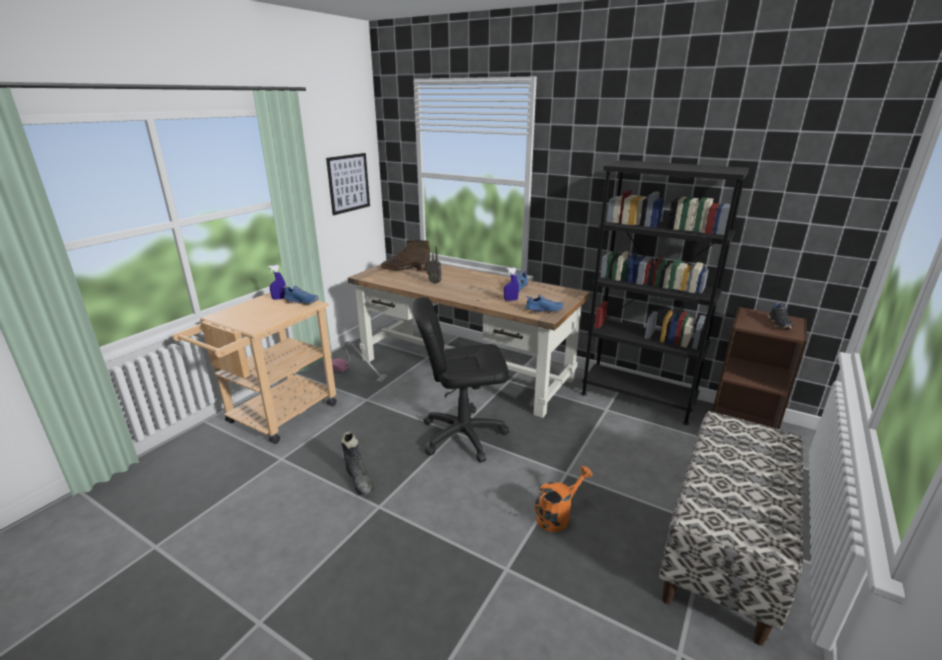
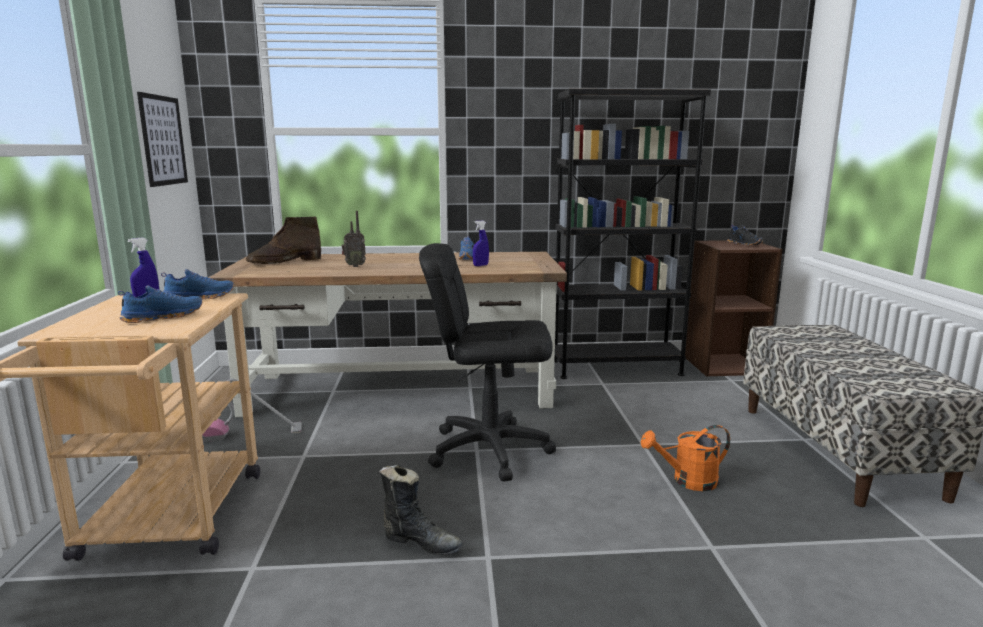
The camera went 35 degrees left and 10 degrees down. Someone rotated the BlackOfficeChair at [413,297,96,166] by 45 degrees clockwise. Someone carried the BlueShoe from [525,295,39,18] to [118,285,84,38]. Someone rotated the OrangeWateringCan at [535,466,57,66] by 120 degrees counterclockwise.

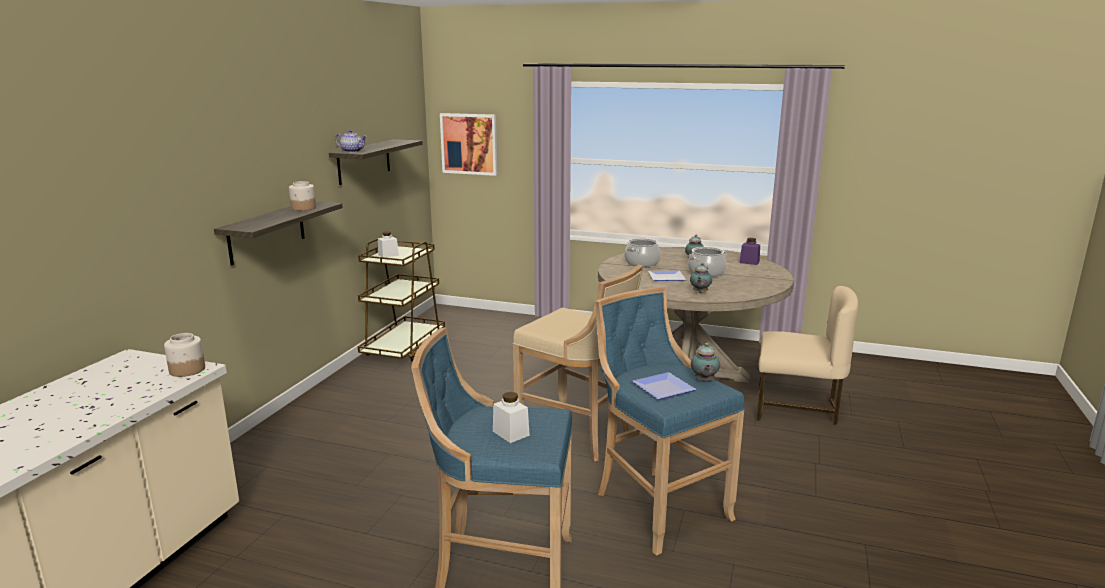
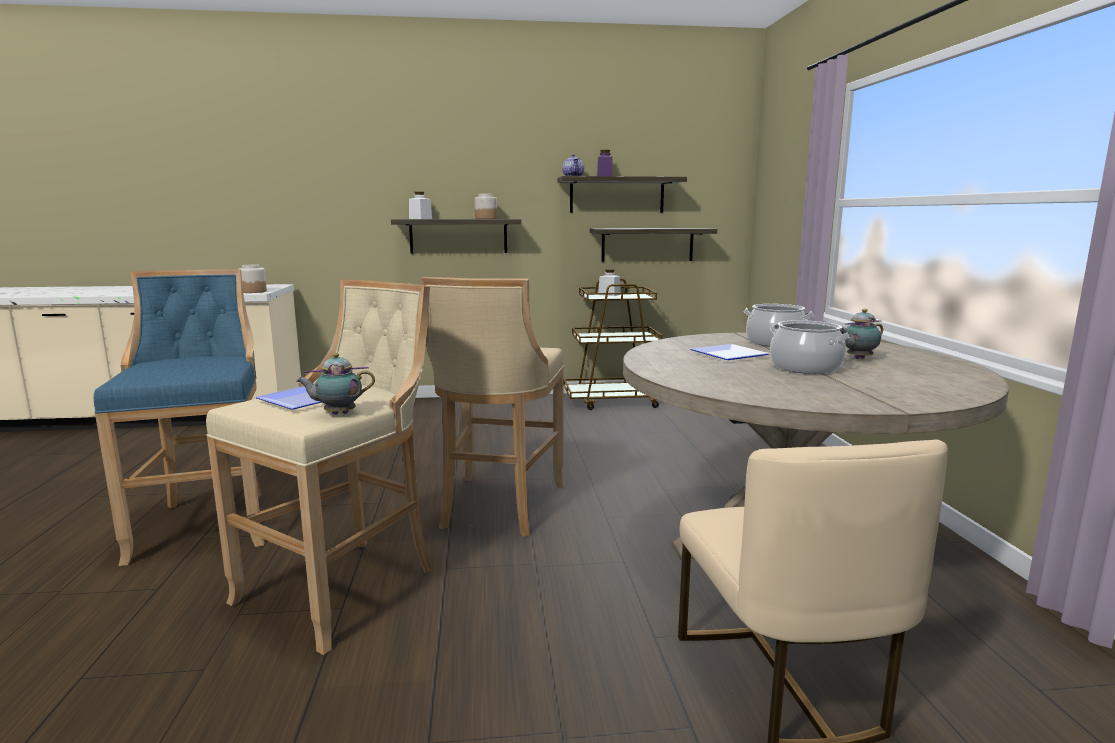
The camera went 65 degrees right and 5 degrees down. Someone took away the Picture at [440,113,57,63]. Someone carried the WhiteJar from [493,392,37,51] to [409,192,23,27]. Someone repainted the BlueStool at [595,287,150,269], which became the BeigeStool at [206,280,226,375]. Someone took away the Teapot at [690,263,22,30]. Someone carried the PurpleJar from [739,238,21,27] to [597,150,16,26]. Someone put up the Shelf at [590,228,127,34].

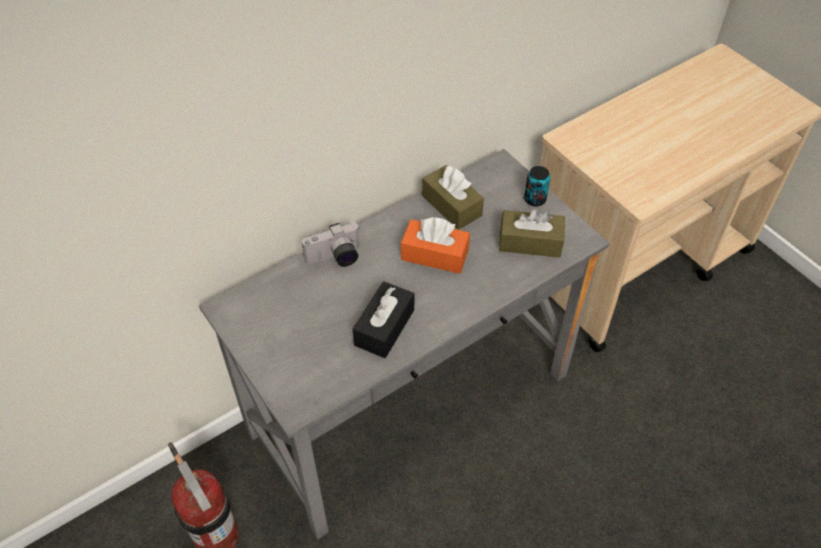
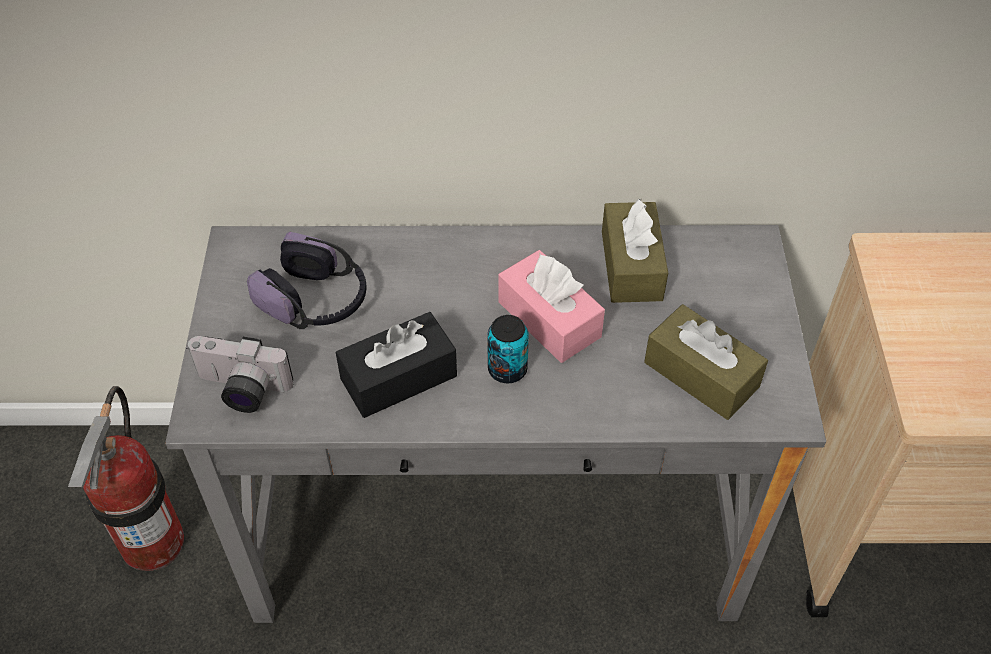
The camera went 35 degrees right and 0 degrees up. Someone carried the PhotoCamera from [302,222,58,45] to [186,336,107,77]. Someone repainted the OrangeTissueBox at [401,217,69,57], which became the PinkTissueBox at [498,250,107,113]. Someone carried the Can from [524,166,26,40] to [487,315,42,68]. Someone put down the Headphones at [247,232,119,97].

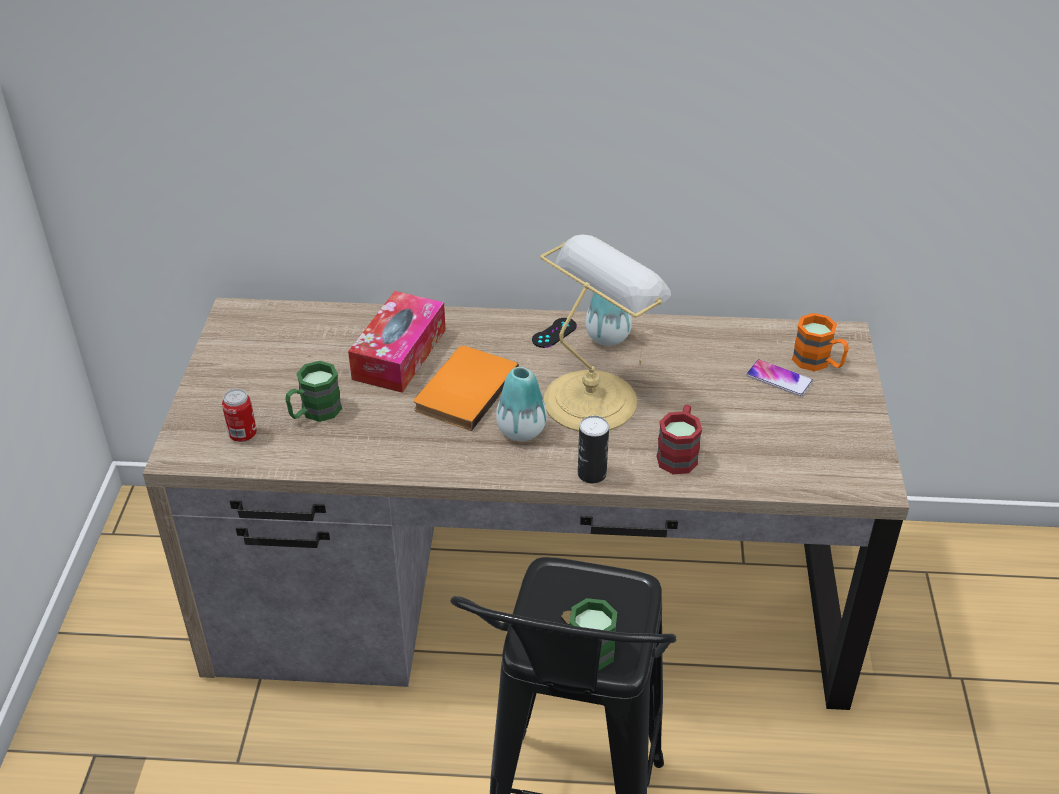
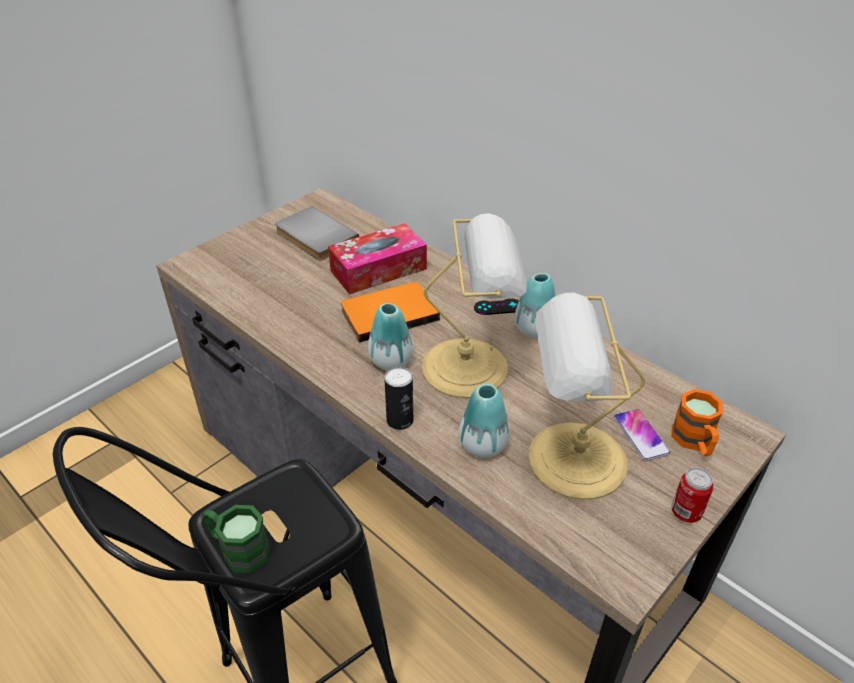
The camera went 40 degrees right and 0 degrees up. Someone carried the Can from [222,389,35,53] to [671,467,43,56]. Someone took away the GreenMug at [285,361,57,61]. Someone swapped the RedMug at [656,405,46,69] for the Vase at [459,383,51,75]. Someone put down the GreyBook at [275,206,84,55]. Someone put down the TableLamp at [529,293,116,207].

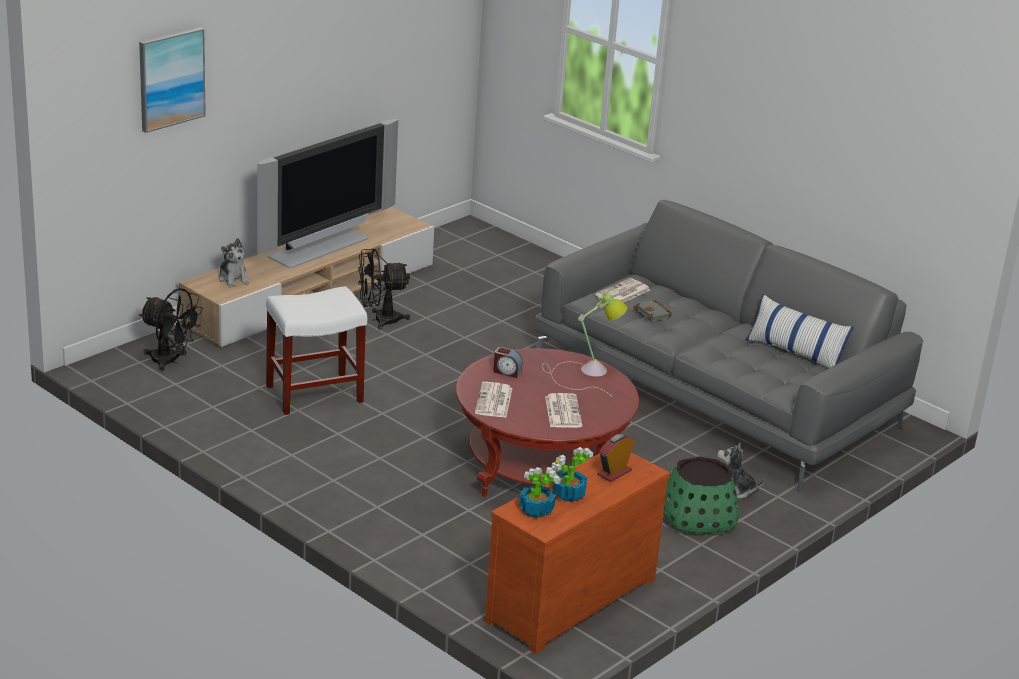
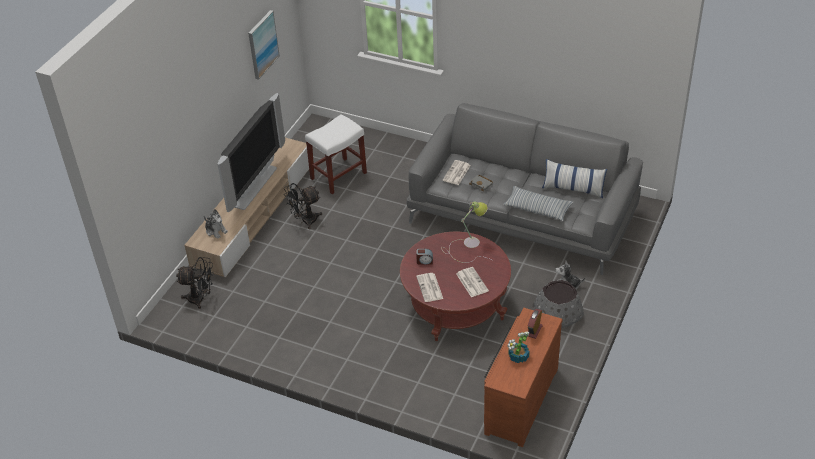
The camera went 15 degrees left and 15 degrees up. Someone carried the Picture from [139,27,67,106] to [248,10,32,70]. Someone carried the WhiteStool from [266,286,101,129] to [305,114,62,80]. Someone took away the PottedPlant at [519,467,42,51]. Someone repainted the GreenPlanter at [663,456,76,78], which became the GreyPlanter at [534,280,50,48]. Someone put down the Pillow at [503,186,71,35].

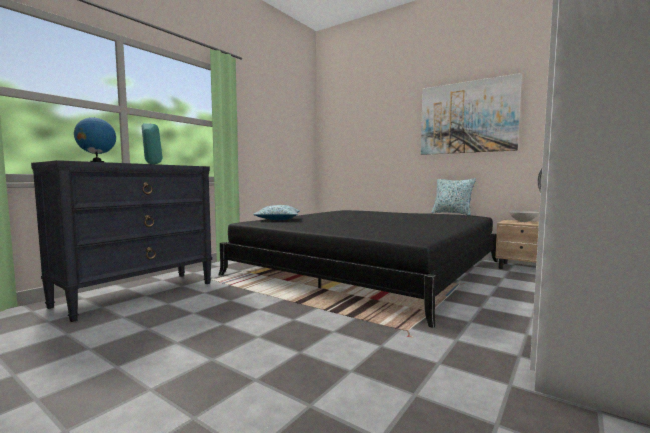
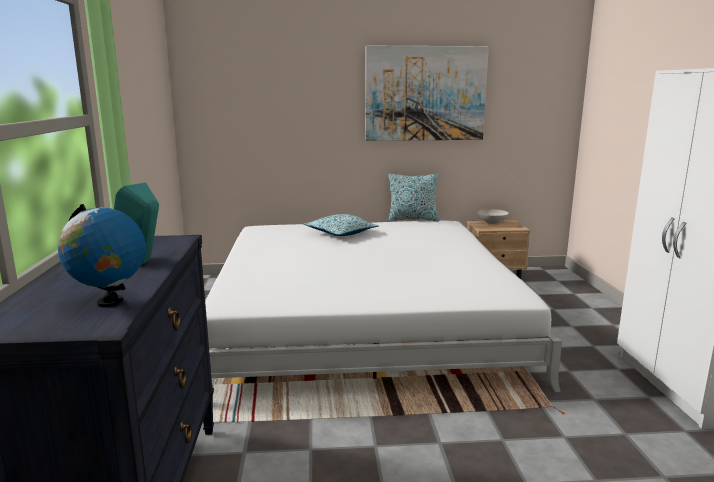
The camera went 40 degrees left and 10 degrees up. Someone repainted the BlackBed at [218,210,280,118], which became the WhiteBed at [205,221,357,172]. Someone carried the Pillow from [253,205,47,15] to [304,214,75,22].

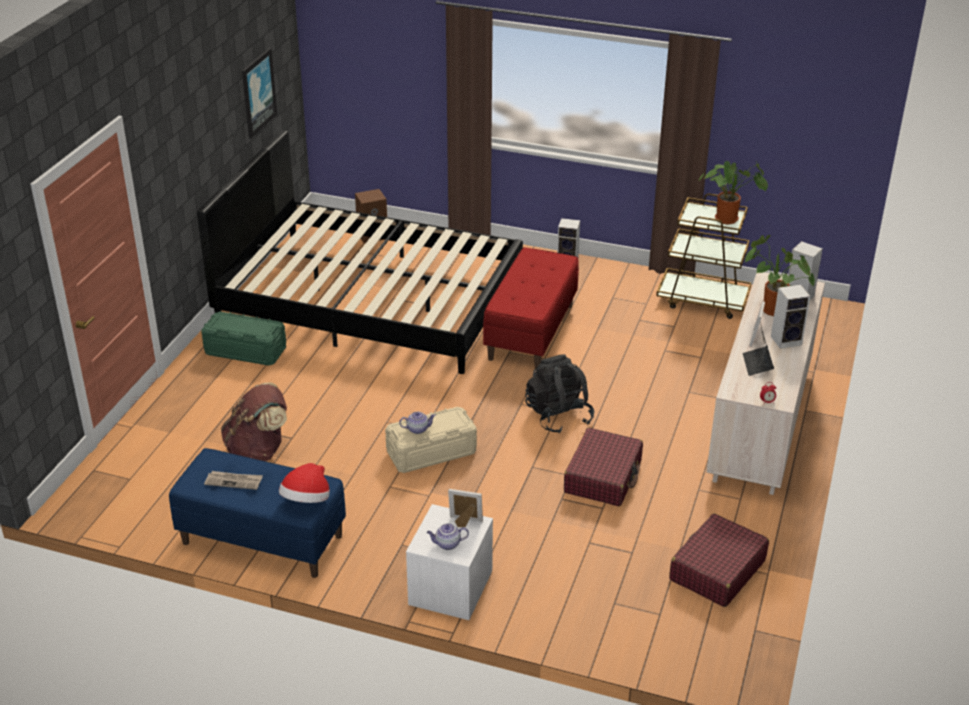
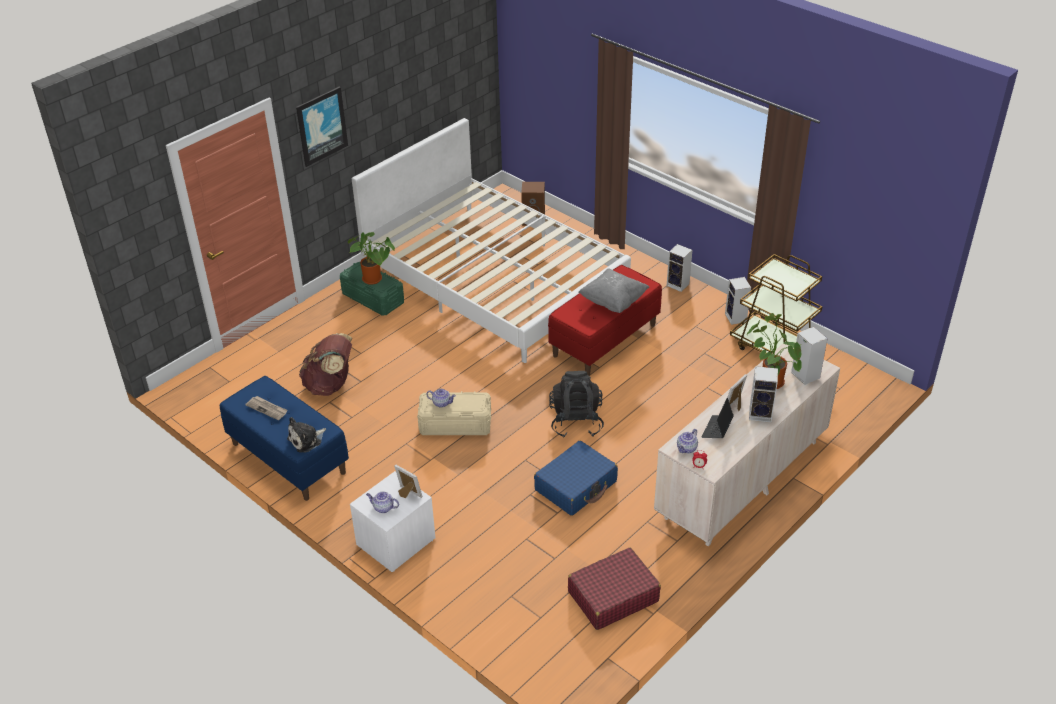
The camera went 25 degrees right and 5 degrees up. Someone repainted the BlackBed at [197,130,326,244], which became the WhiteBed at [352,118,279,245]. Someone carried the Picture from [242,48,35,91] to [296,86,52,81]. Someone swapped the Hat at [279,463,51,40] for the PlushToy at [287,417,39,36]. Someone repainted the RedSuitcase at [564,428,79,78], which became the BlueSuitcase at [534,441,84,75]. Someone carried the PottedPlant from [698,161,70,63] to [348,232,47,53]. Someone put down the GreyPillow at [579,268,70,45]. Someone put down the Teapot at [677,429,21,24]. Someone put down the Speaker at [725,277,26,48].

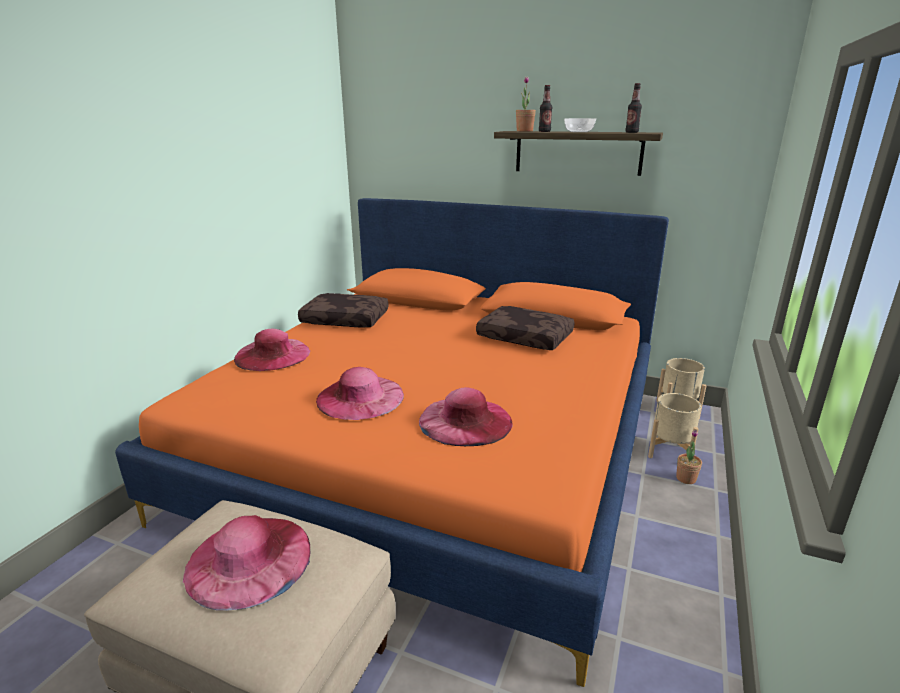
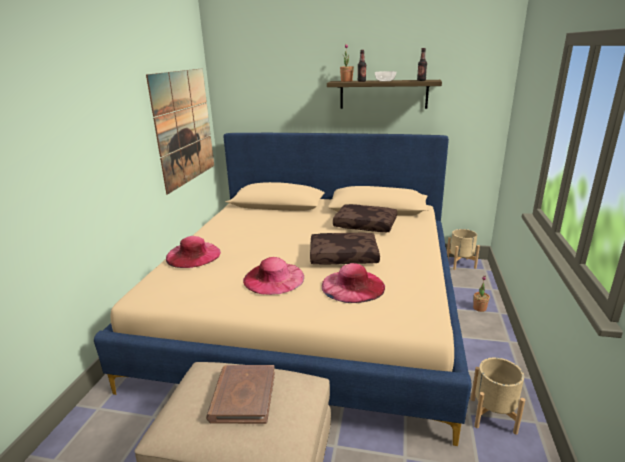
The camera went 10 degrees left and 0 degrees up. Someone repainted the OrangeBed at [115,198,554,489], which became the BeigeBed at [94,133,378,313]. Someone swapped the PinkHat at [183,515,128,96] for the BrownBook at [206,365,69,59]. Someone carried the BrownPillow from [298,293,91,35] to [310,233,70,32]. Someone carried the BeigePlanter from [648,393,54,65] to [471,357,54,78]. Someone put up the Picture at [146,68,68,126].

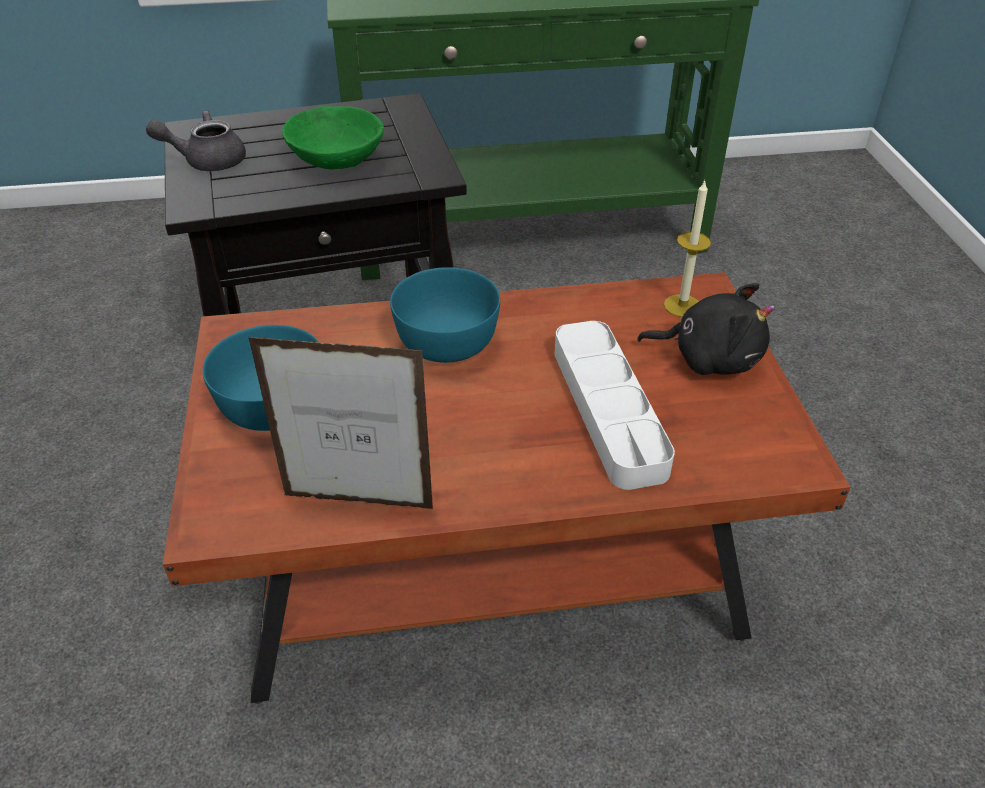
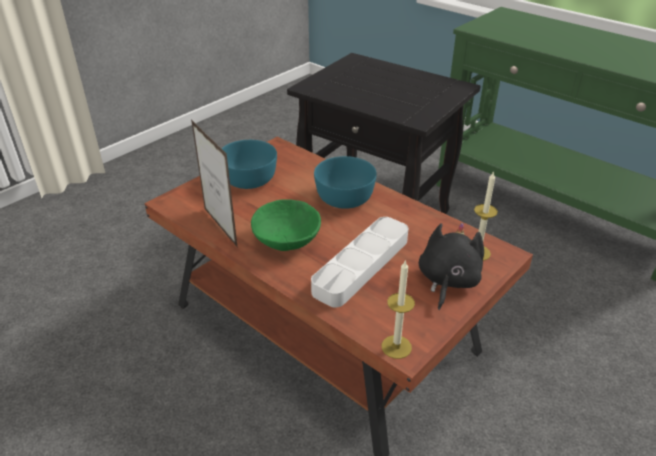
The camera went 50 degrees right and 5 degrees down. Someone took away the GreyTeapot at [146,111,100,60]. Someone carried the GreenBowl from [282,106,102,64] to [251,199,70,52]. Someone rotated the BlackPlushToy at [637,283,138,92] by 135 degrees counterclockwise. Someone put down the Candle at [381,260,34,99].

